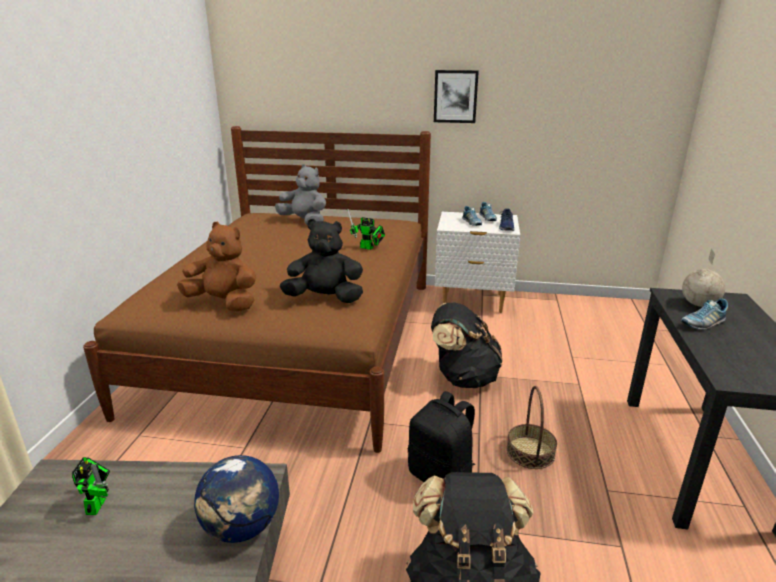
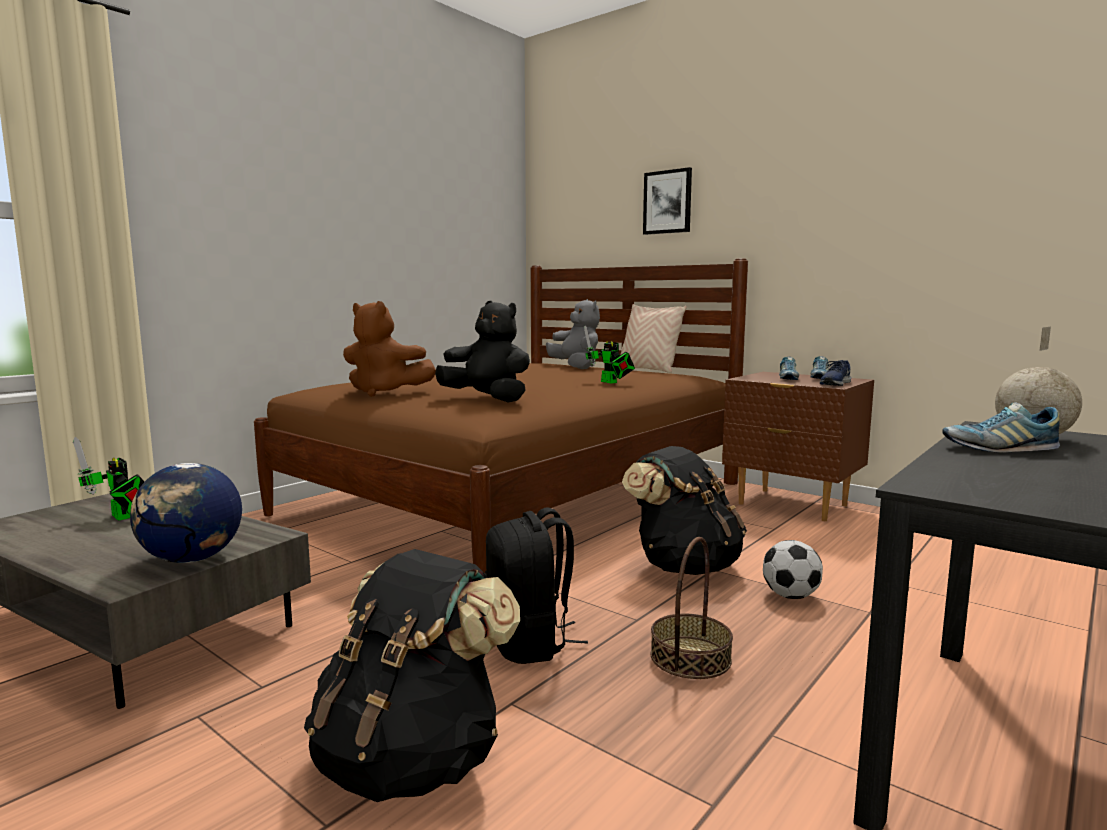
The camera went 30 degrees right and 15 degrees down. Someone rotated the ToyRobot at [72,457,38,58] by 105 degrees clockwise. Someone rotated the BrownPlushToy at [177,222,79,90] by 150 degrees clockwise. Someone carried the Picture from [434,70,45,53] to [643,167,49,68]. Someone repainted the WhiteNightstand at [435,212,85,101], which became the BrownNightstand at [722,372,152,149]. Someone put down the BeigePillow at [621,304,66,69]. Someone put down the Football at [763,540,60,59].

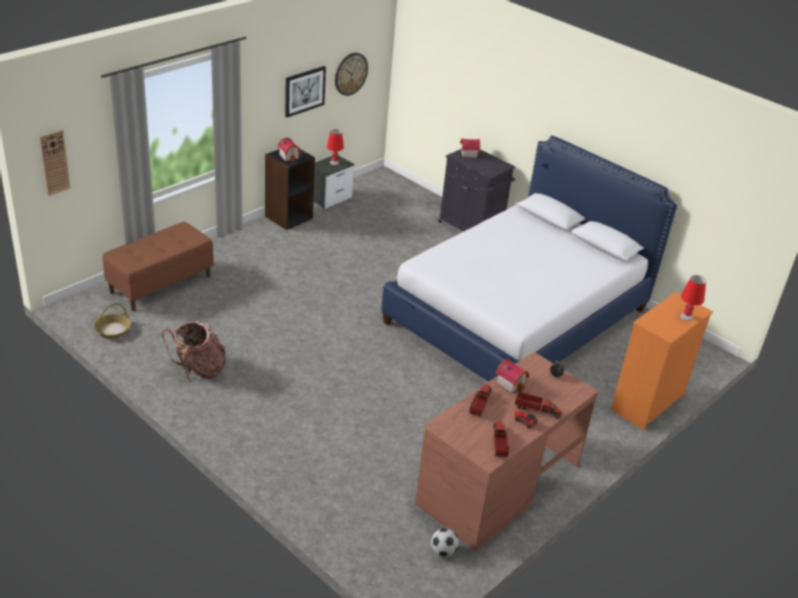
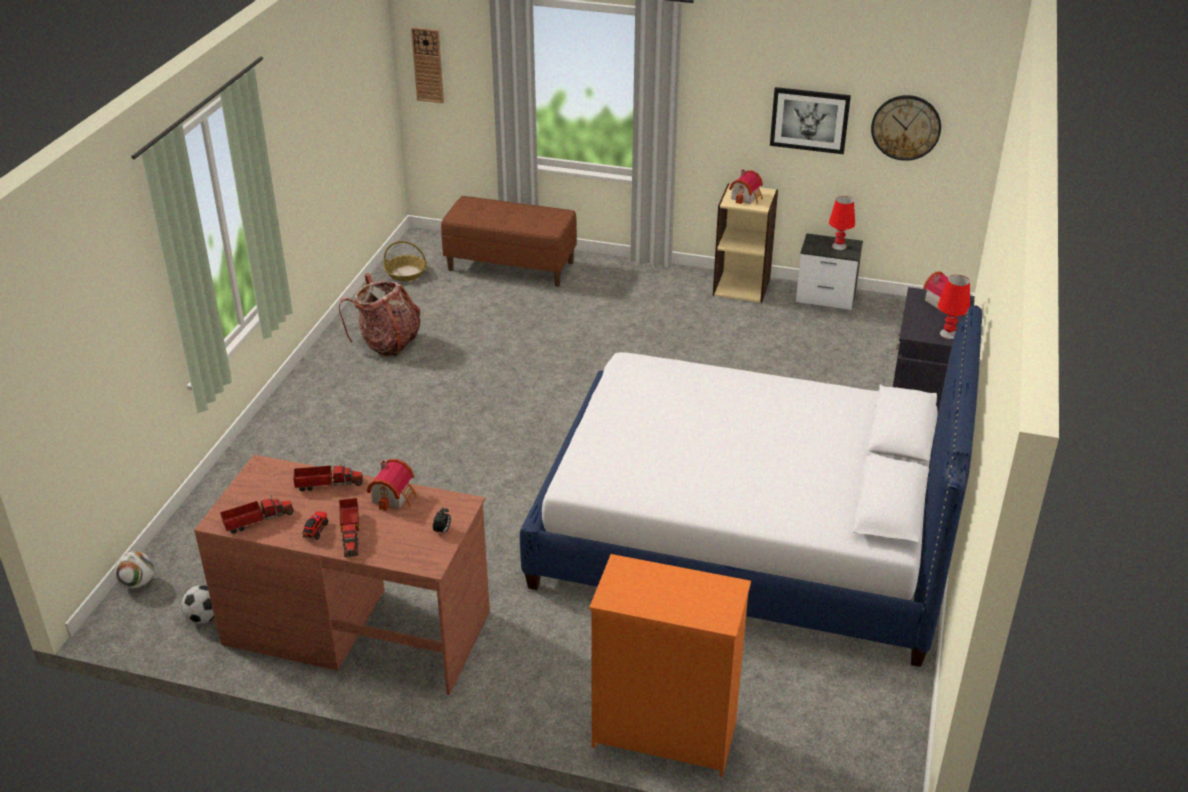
The camera went 65 degrees right and 0 degrees up. Someone repainted the BlackBookcase at [265,149,50,81], which became the BeigeBookcase at [713,183,65,120]. Someone carried the RedTableLamp from [680,275,26,46] to [938,275,32,64]. Someone put down the Football at [115,551,39,38].

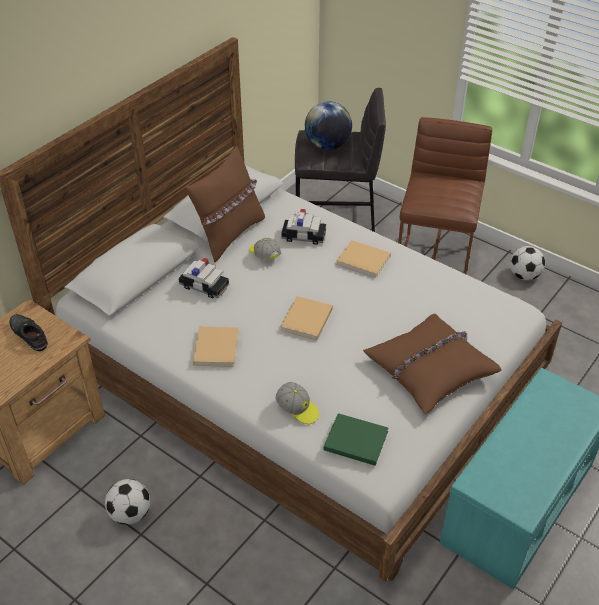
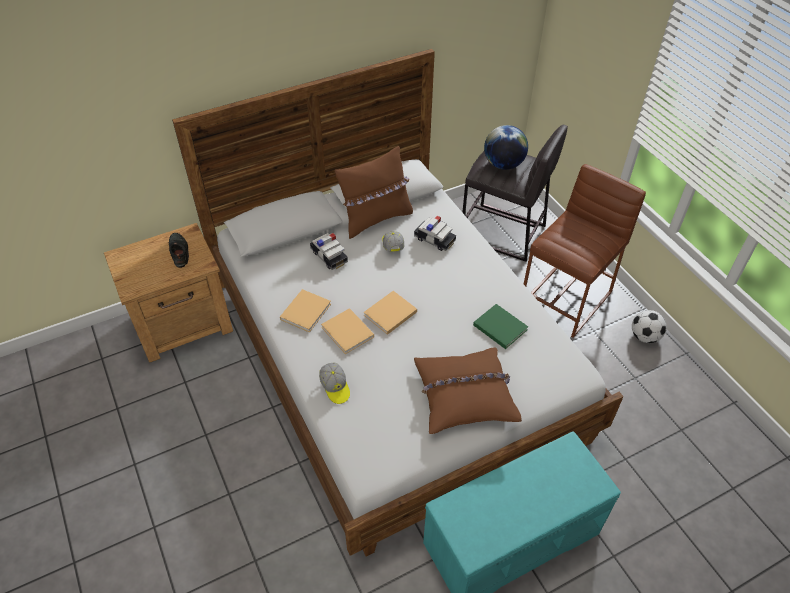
The camera went 25 degrees right and 5 degrees up. Someone took away the Football at [105,479,45,46]. Someone carried the GreenBook from [324,413,64,53] to [473,304,55,45]. Someone carried the BeigeBook from [336,240,55,38] to [321,308,53,46].

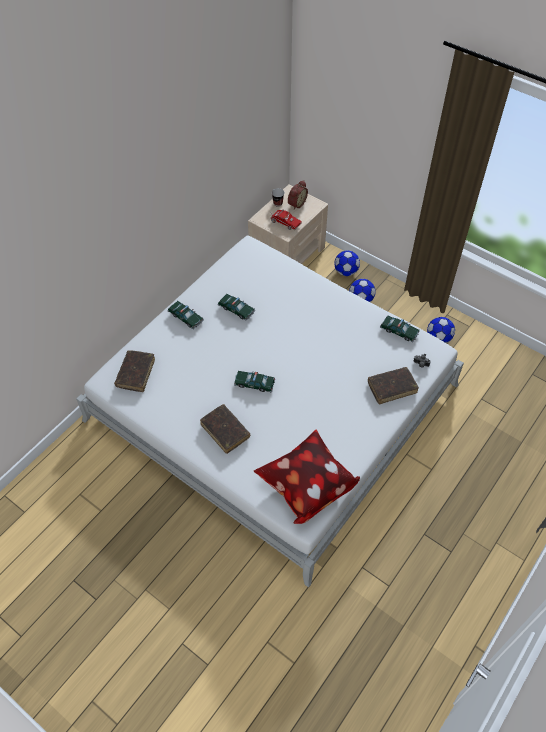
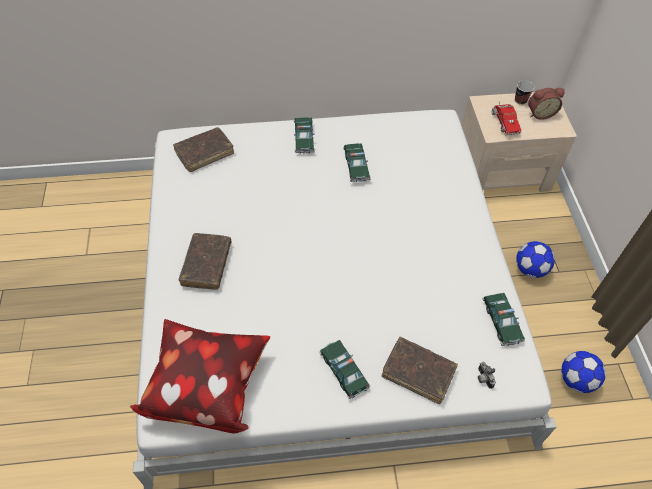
The camera went 45 degrees right and 0 degrees up. Someone carried the ToyCar from [234,371,41,21] to [319,340,51,59]. Someone took away the Football at [334,251,26,25].

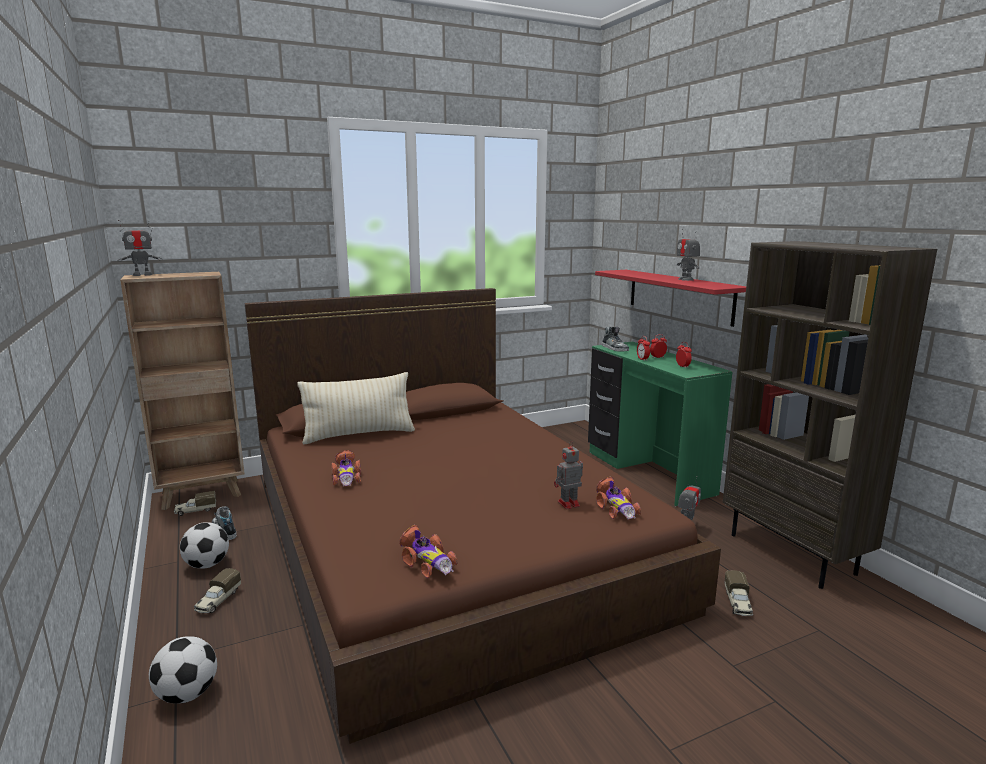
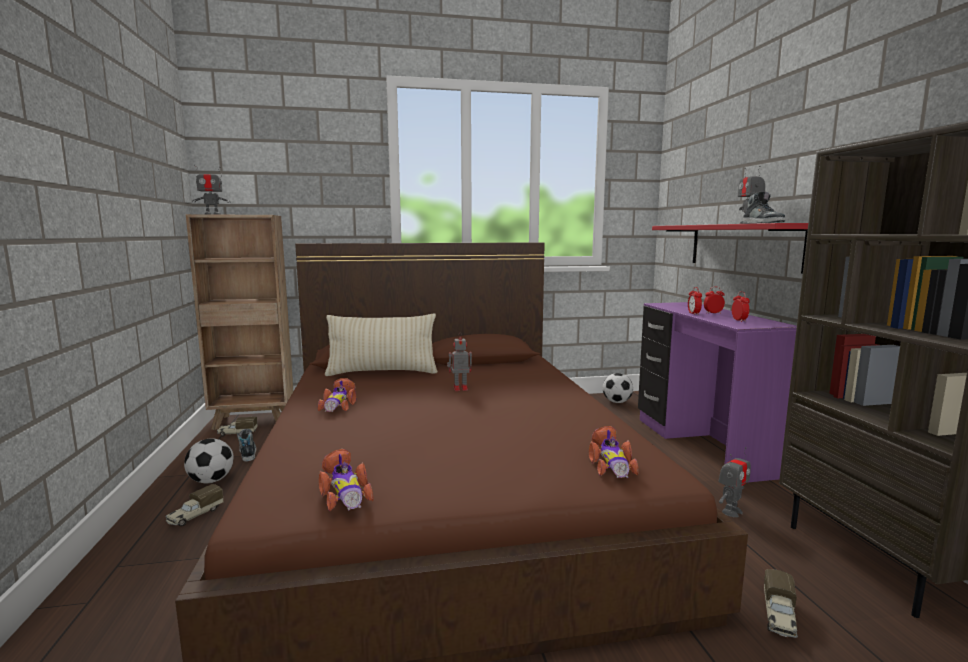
The camera went 15 degrees right and 5 degrees down. Someone carried the Football from [149,637,68,66] to [603,373,30,30]. Someone carried the ToyRobot from [554,441,29,68] to [447,332,25,59]. Someone repainted the GreenDesk at [588,342,144,164], which became the PurpleDesk at [638,302,159,183]. Someone carried the Shoe from [602,327,27,25] to [743,192,42,31].

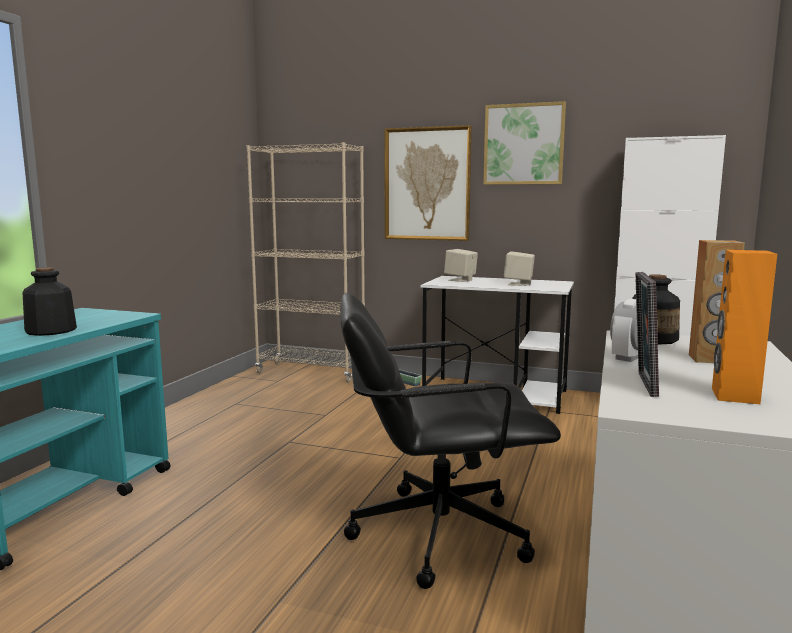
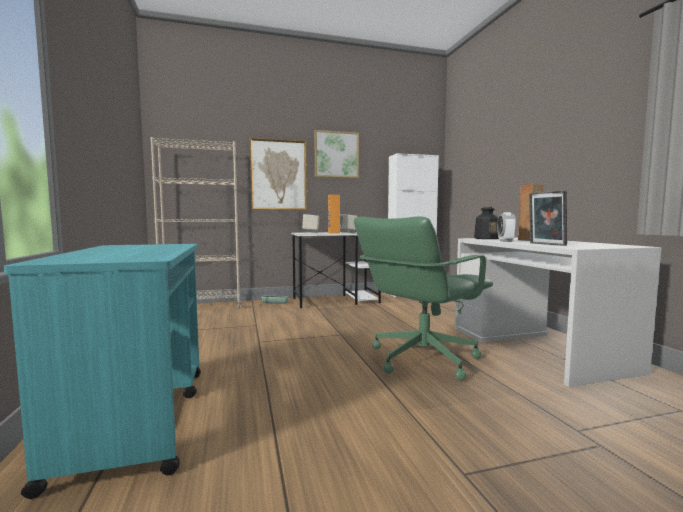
The camera went 35 degrees left and 5 degrees down. Someone took away the Bottle at [22,267,55,69]. Someone repainted the BlackOfficeChair at [340,293,221,296], which became the GreenOfficeChair at [354,216,139,165]. Someone carried the OrangeSpeaker from [712,250,65,154] to [328,195,12,39].

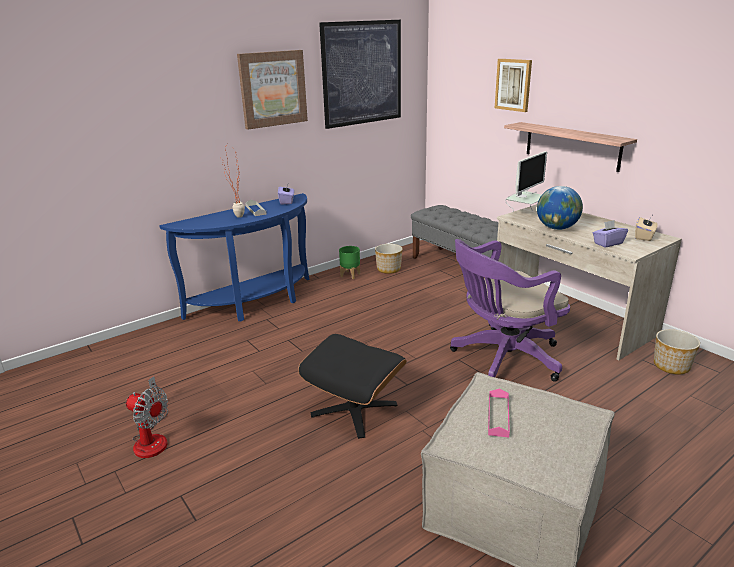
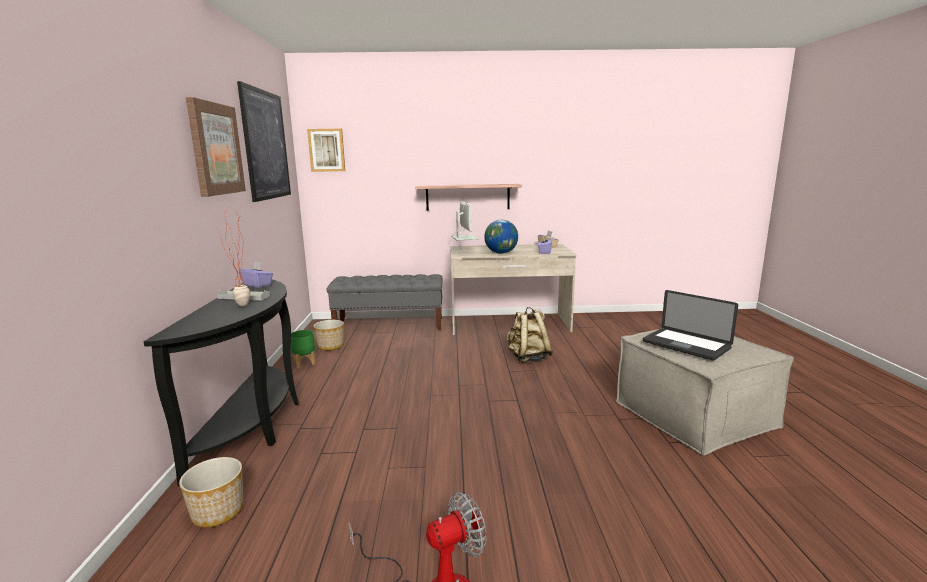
The camera went 55 degrees left and 10 degrees down. Someone repainted the BlueConsoleTable at [159,193,151,128], which became the BlackConsoleTable at [144,280,155,206]. Someone took away the BlackOttoman at [298,334,109,105]. Someone swapped the PurpleOfficeChair at [450,239,120,143] for the BeigeBackpack at [507,307,46,56]. Someone swapped the PinkTray at [488,389,22,49] for the Laptop at [643,290,95,70]. Someone carried the Picture from [495,59,37,53] to [307,129,38,43]. Someone carried the Planter from [654,329,46,45] to [179,457,64,71].

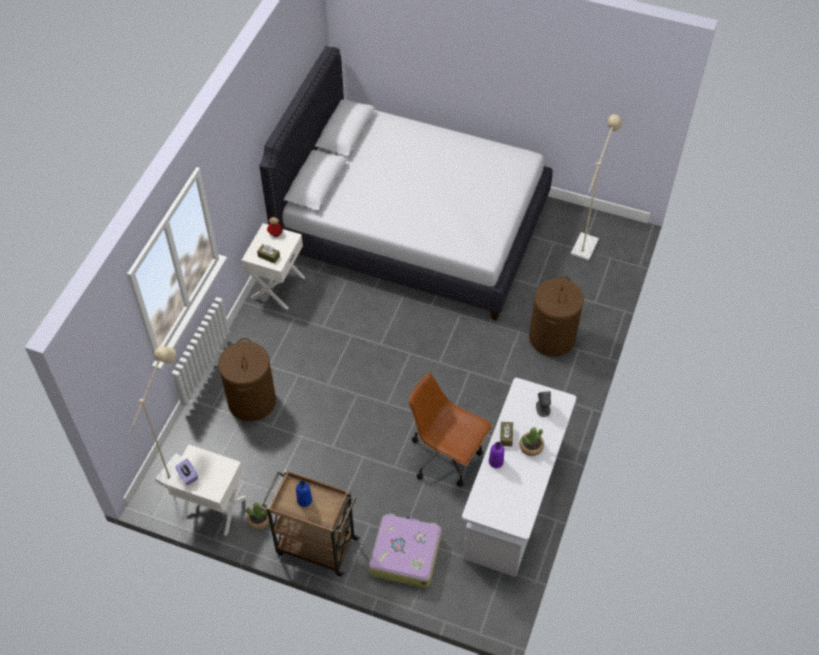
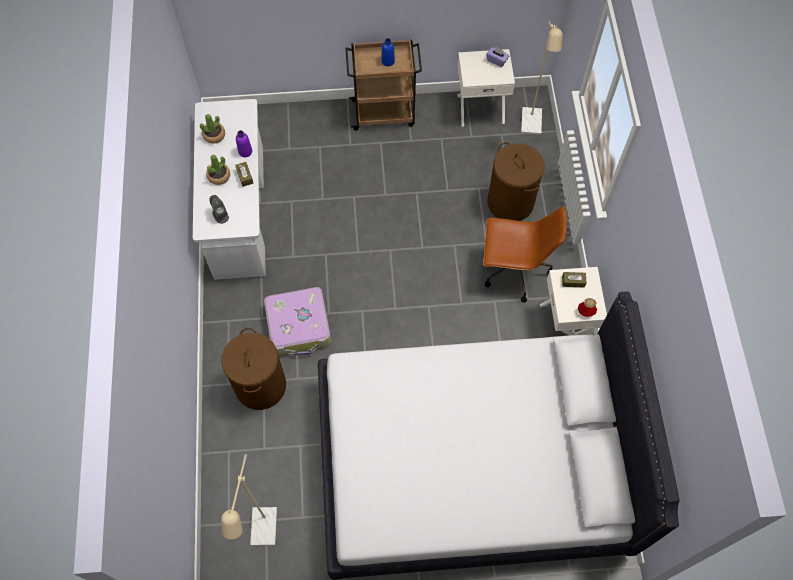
The camera went 155 degrees right and 10 degrees up. Someone carried the PottedPlant from [246,502,23,27] to [200,114,25,30]. Someone carried the Suitcase from [369,513,72,75] to [264,287,67,68]. Someone carried the BrownOfficeChair from [408,373,85,114] to [483,206,84,97].

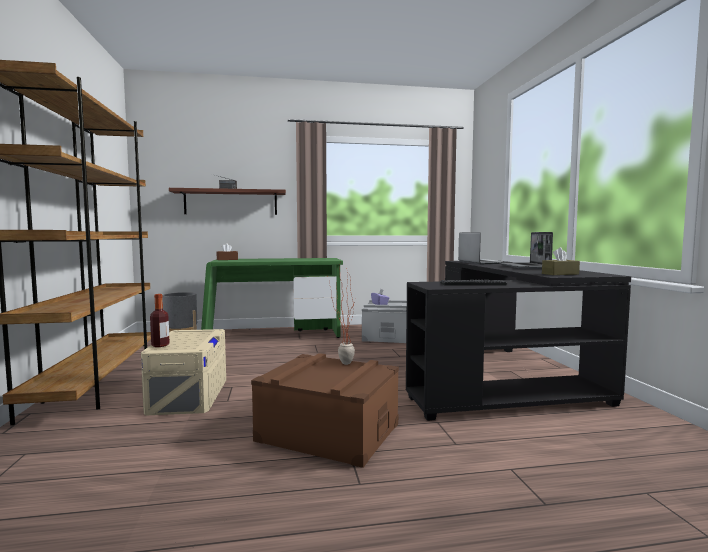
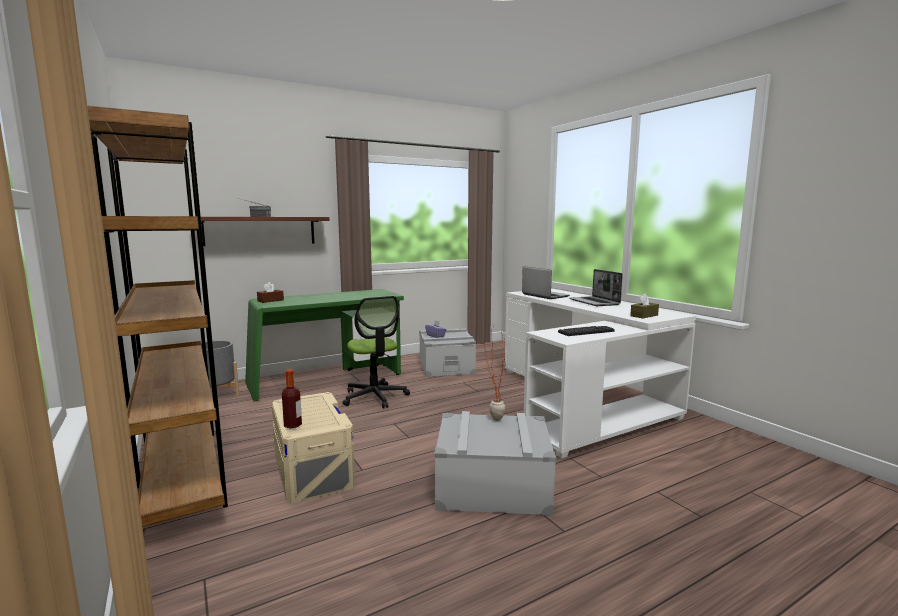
The camera went 20 degrees left and 5 degrees up. Someone repainted the BrownStorageBox at [251,353,148,115], which became the GreyStorageBox at [434,411,122,105]. Someone repainted the BlackDesk at [406,260,225,161], which became the WhiteDesk at [505,289,191,169]. Someone put down the OfficeChair at [343,296,67,113].

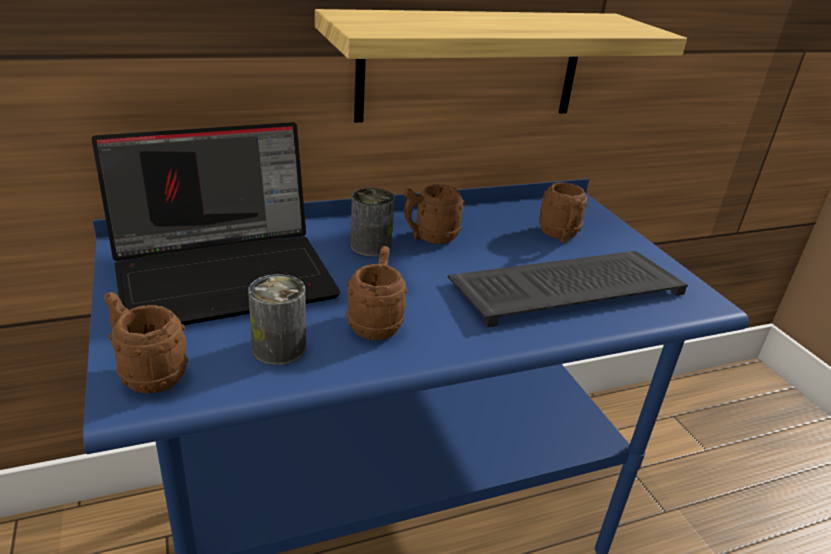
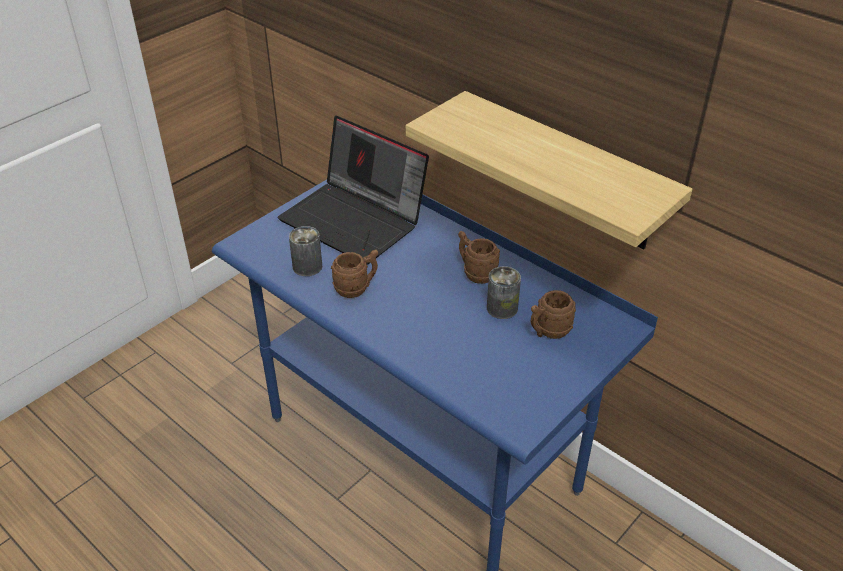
The camera went 65 degrees right and 10 degrees up. Someone took away the BrownMug at [104,292,84,102]. Someone carried the Can from [350,188,45,69] to [487,266,34,53]. Someone took away the Keyboard at [448,251,240,77].

